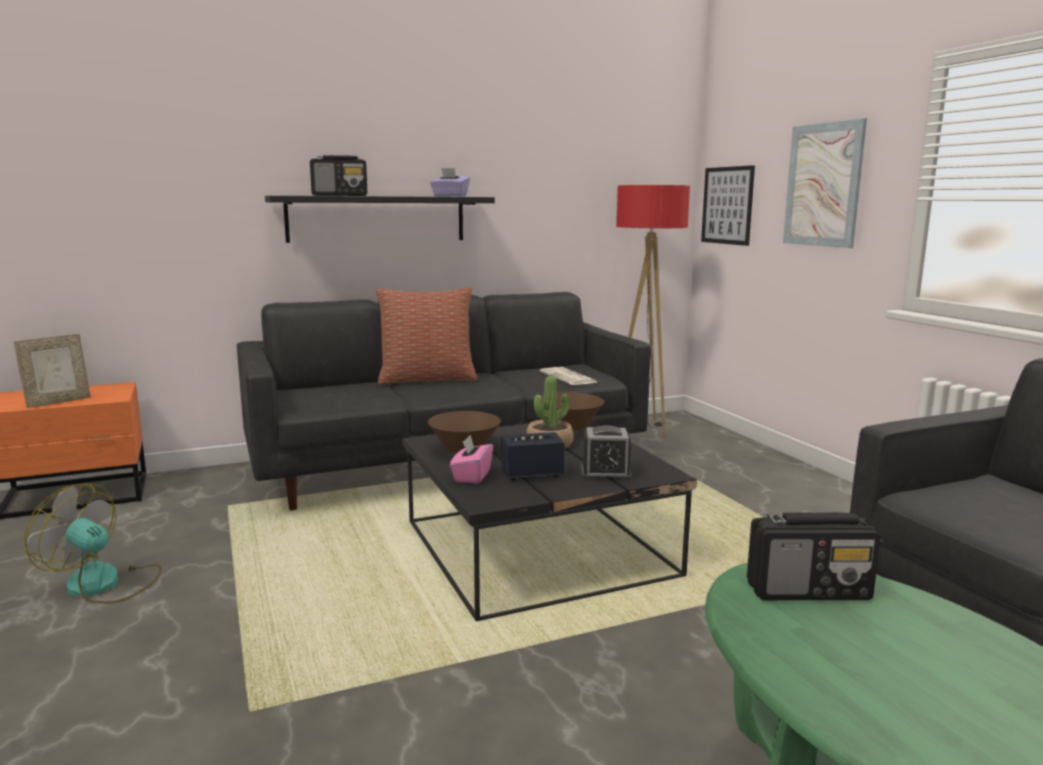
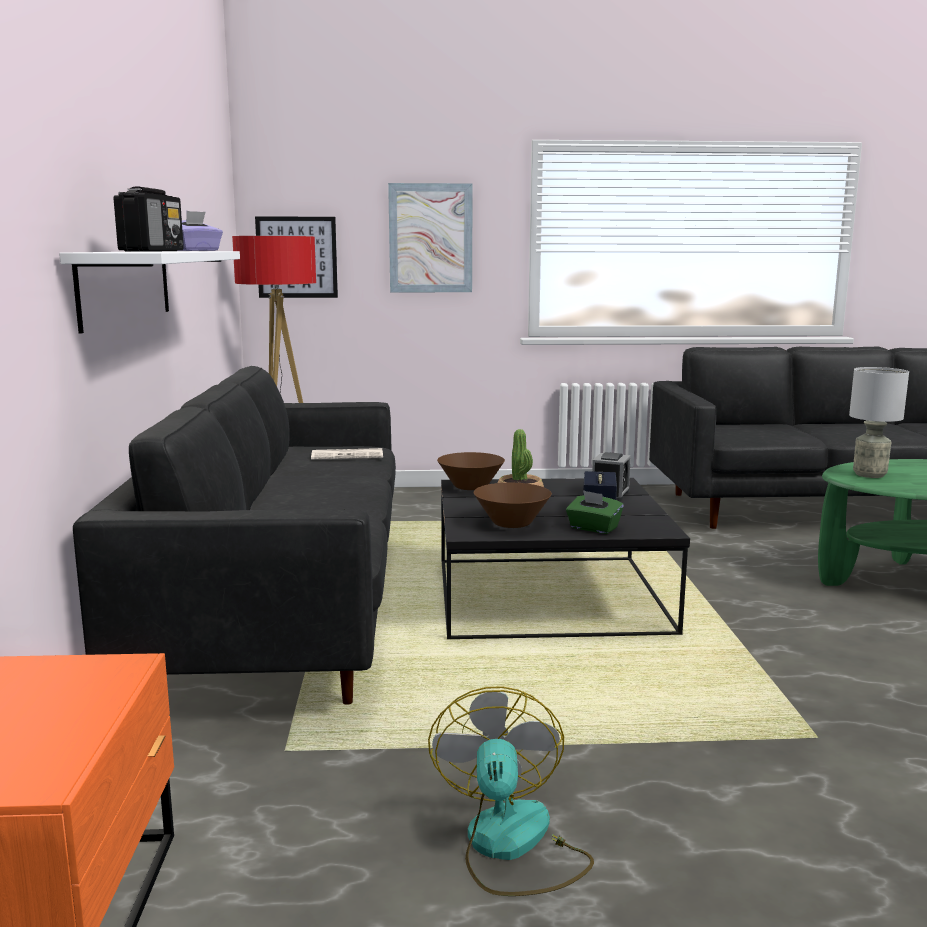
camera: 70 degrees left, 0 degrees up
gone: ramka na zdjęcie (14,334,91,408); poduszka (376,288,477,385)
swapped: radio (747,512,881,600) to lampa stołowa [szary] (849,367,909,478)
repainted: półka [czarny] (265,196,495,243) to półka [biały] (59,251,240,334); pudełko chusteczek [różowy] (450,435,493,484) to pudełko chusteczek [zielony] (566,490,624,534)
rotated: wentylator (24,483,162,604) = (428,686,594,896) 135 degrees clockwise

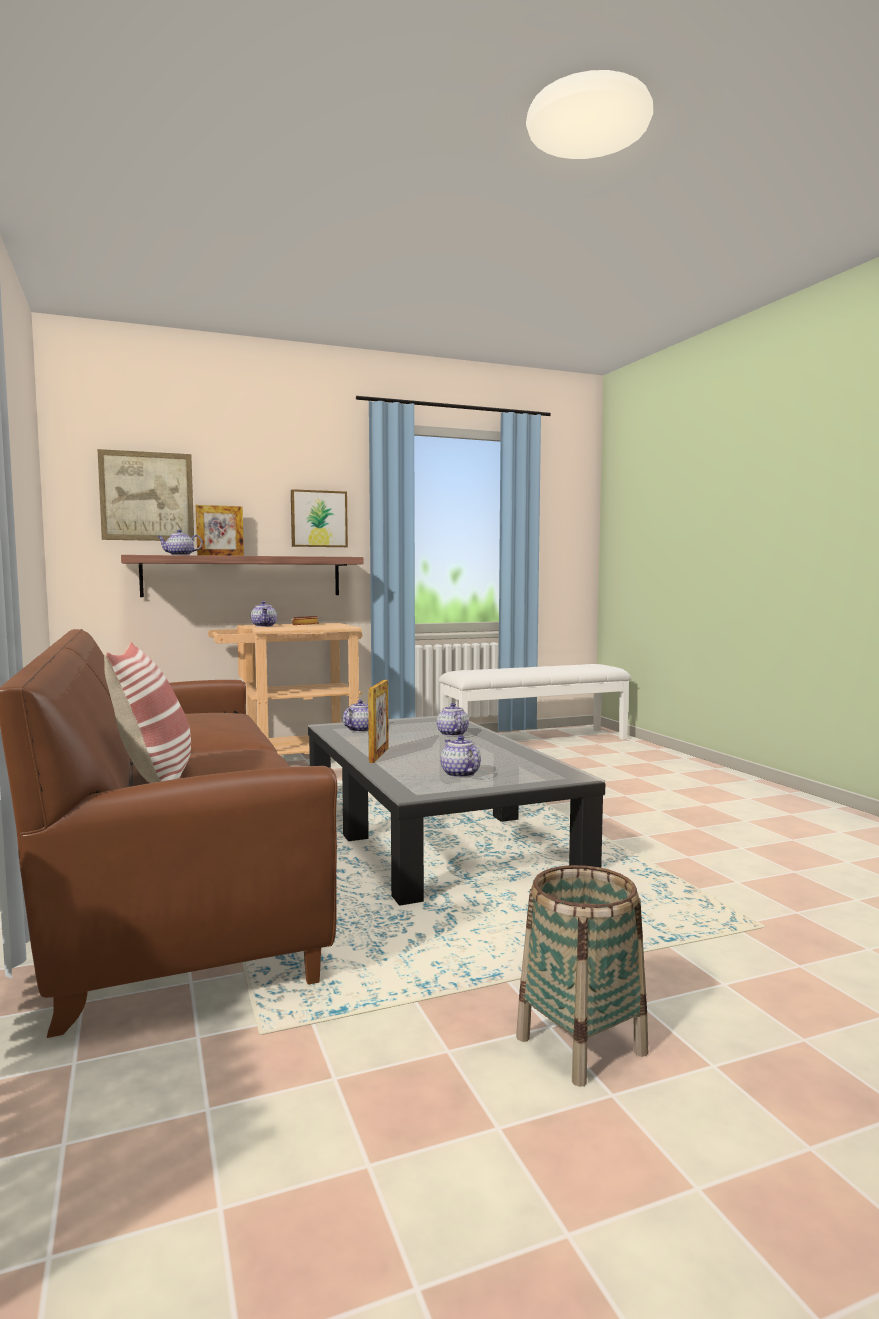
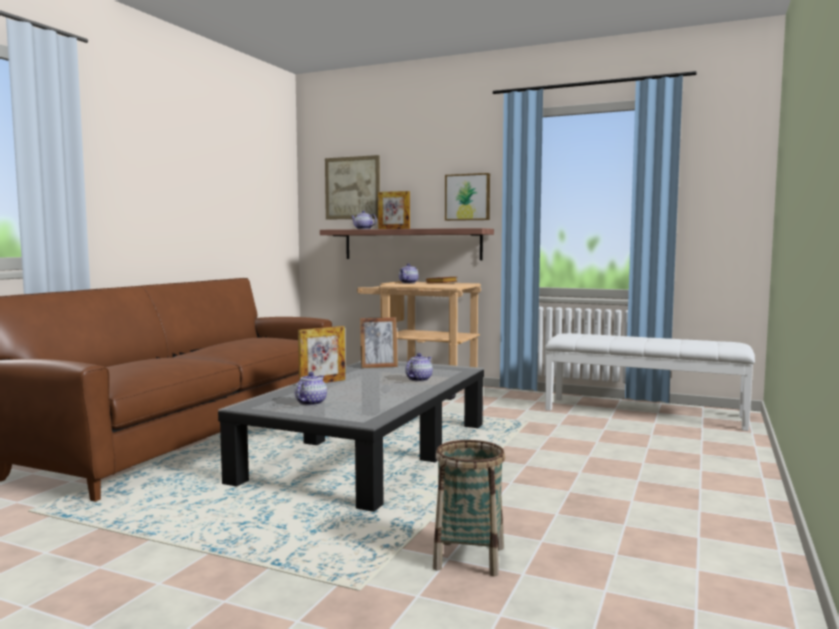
camera: 45 degrees right, 0 degrees up
gone: poduszka (104,642,191,783)
shifted: koszyk (516,865,648,1087) to (433,440,505,576)
swapped: imbryk (343,700,369,732) to ramka na zdjęcie (360,317,398,368)

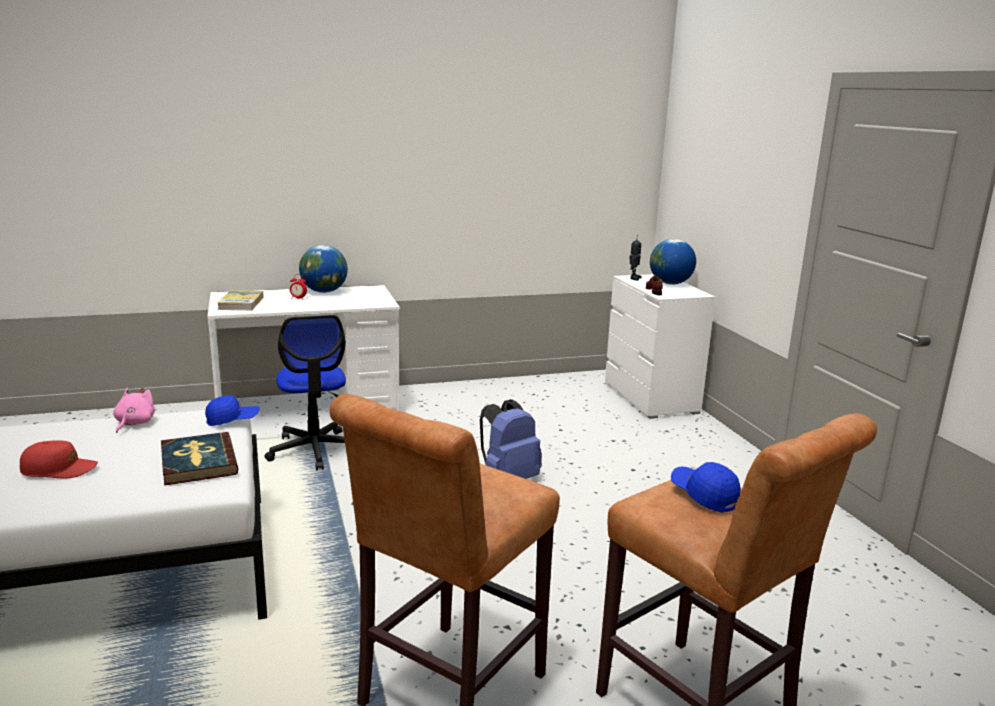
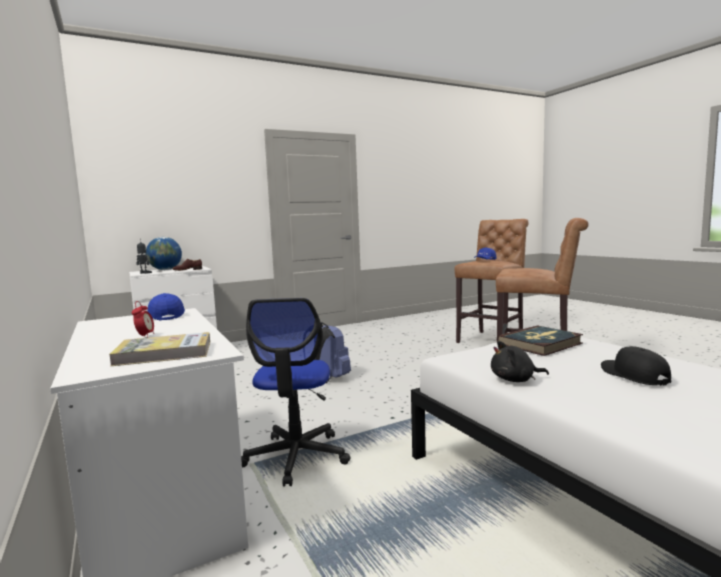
camera: 100 degrees left, 10 degrees down
gone: globus (299,245,348,293)
shifted: czapka z daszkiem [niebieski] (205,395,260,426) to (148,293,185,321)
repainted: pluszak [różowy] (113,388,155,433) to pluszak [czarny] (491,341,549,382); czapka z daszkiem [czerwony] (20,440,98,479) to czapka z daszkiem [czarny] (601,346,671,386)
rotated: krzesło biurowe (264,315,346,470) = (241,298,351,487) 120 degrees clockwise

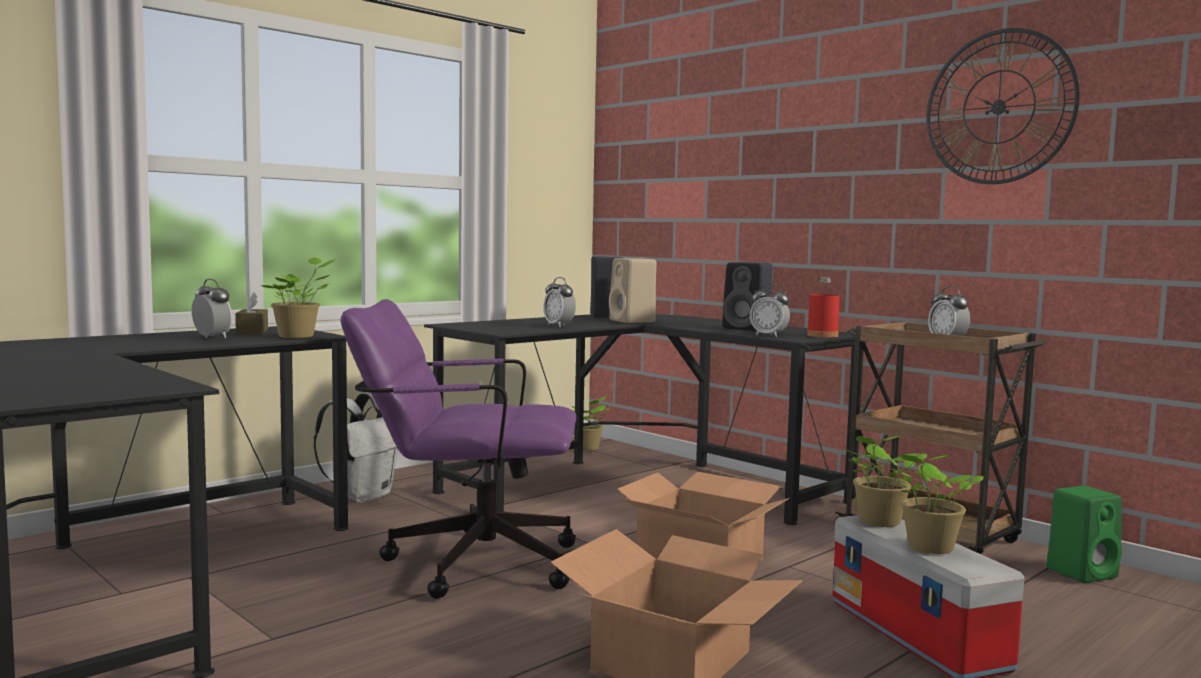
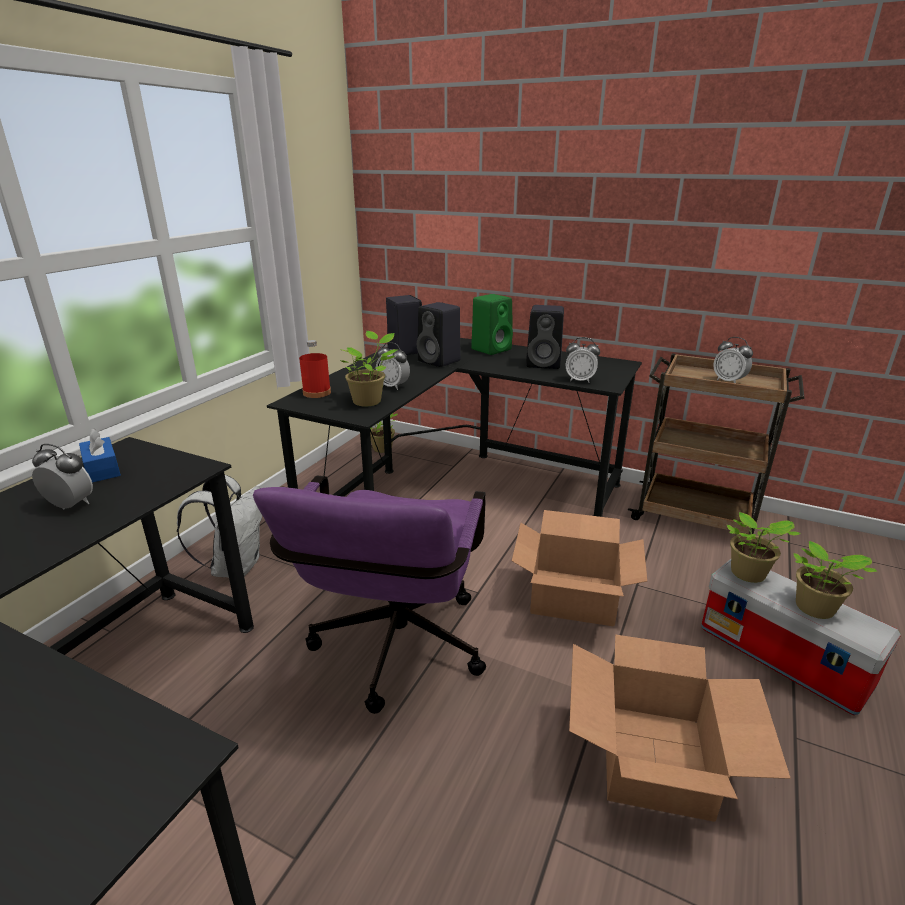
camera: 20 degrees left, 20 degrees up
gone: zegar ścienny (926,28,1080,184)
shifted: butelka [czerwony] (807,277,840,338) to (299,340,331,398); roślina doniczkowa (261,257,336,338) to (340,331,397,407); głośnik [zielony] (1047,486,1122,583) to (471,294,513,355)
repainted: pudełko chusteczek [brązowy] (235,292,268,334) to pudełko chusteczek [niebieski] (79,428,121,483); głośnik [beżowy] (609,258,656,323) to głośnik [czarny] (417,302,461,367)
rotated: krzesło biurowe [fioletowy] (341,299,576,599) = (253,475,486,714) 60 degrees counterclockwise

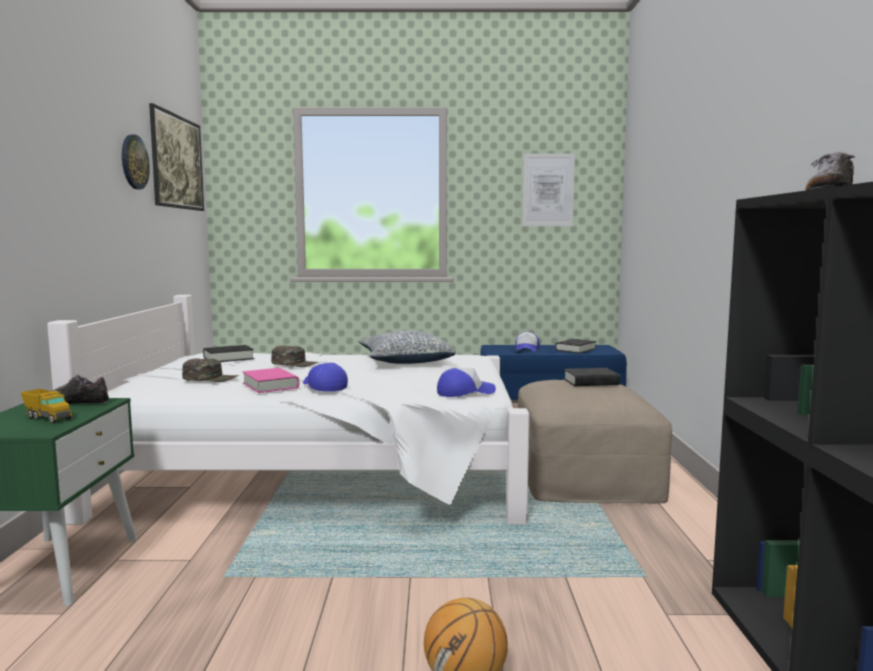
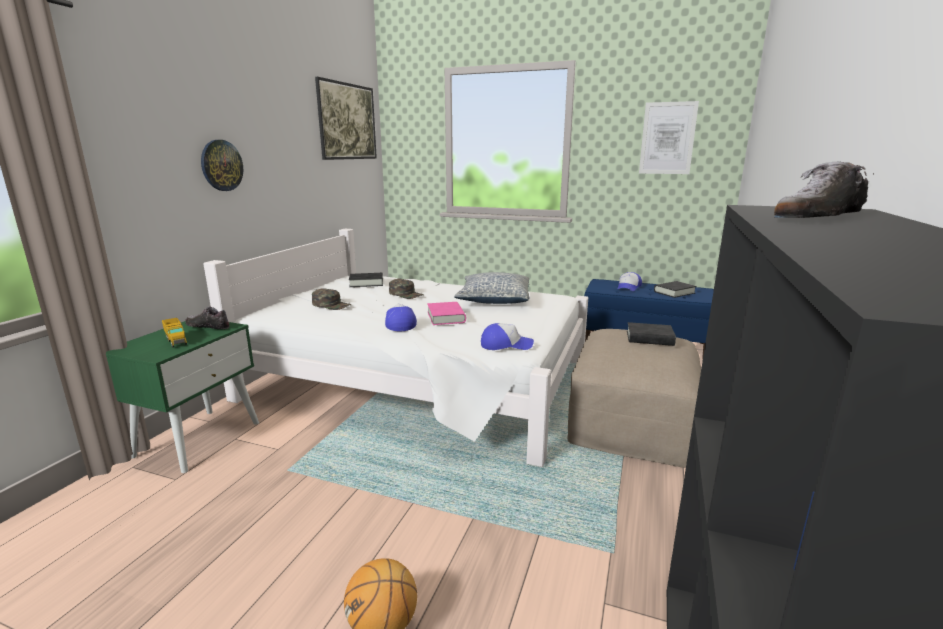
camera: 20 degrees right, 10 degrees up
shifted: zegar ścienny (122,135,150,189) to (201,140,243,191); książka [różowy] (243,368,299,393) to (427,302,466,325)

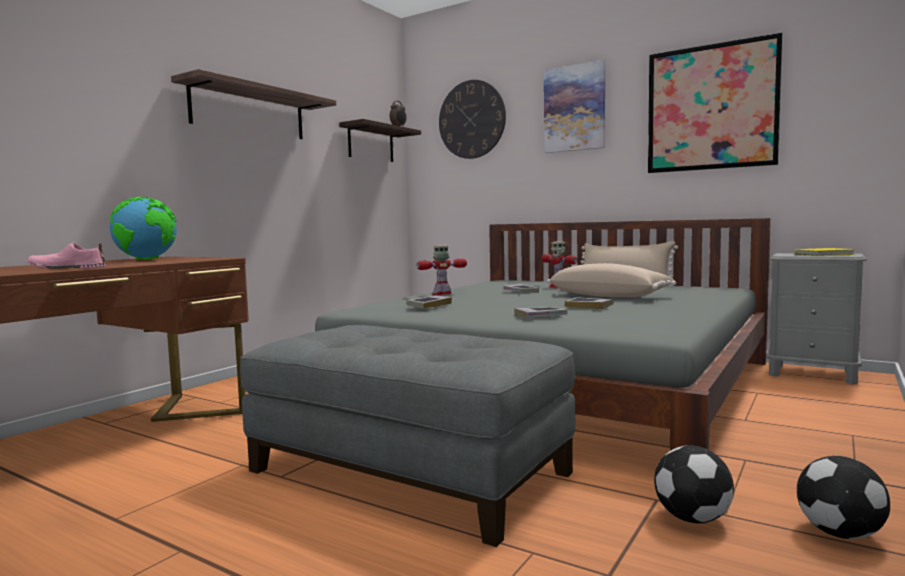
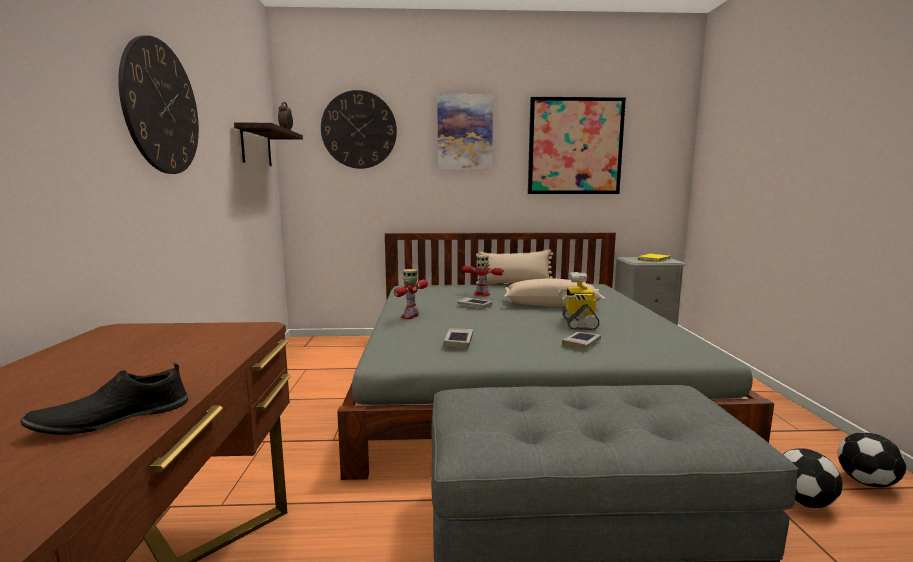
camera: 35 degrees left, 5 degrees up
gone: globus (110,197,177,260)
swapped: półka (171,69,336,139) to zegar ścienny (118,35,199,174); książka (565,297,614,309) to robot zabawkowy (558,272,600,330)
repainted: but [różowy] (27,243,106,269) to but [czarny] (20,363,188,435)

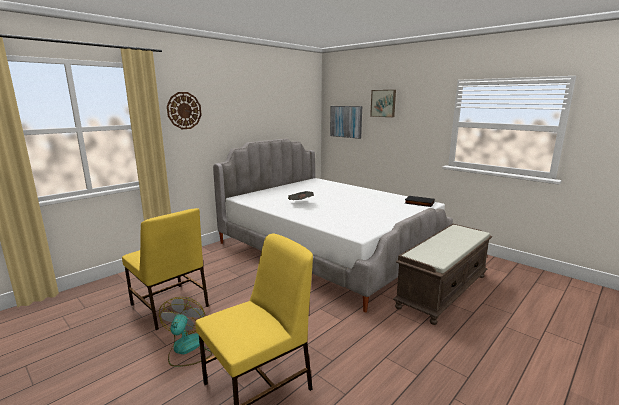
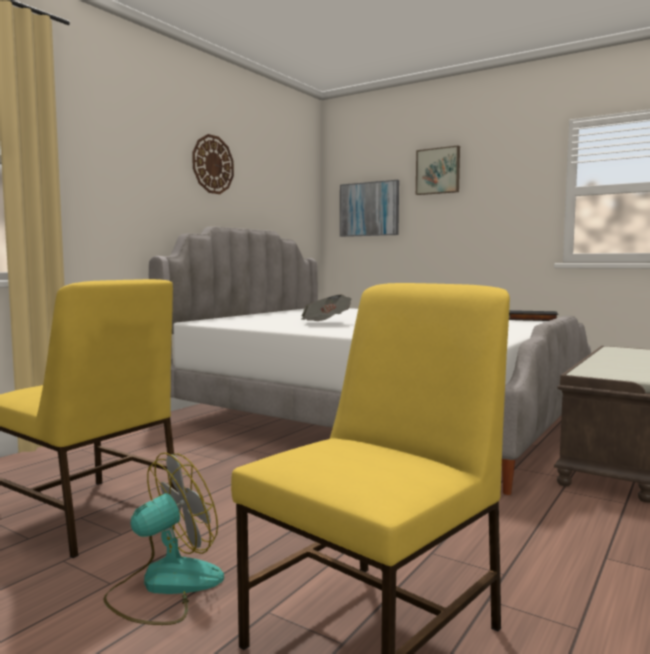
camera: 10 degrees left, 10 degrees down
shifted: zegar ścienny (167,92,201,129) to (192,134,234,194)
rotated: wentylator (159,297,212,367) = (103,453,224,625) 60 degrees clockwise

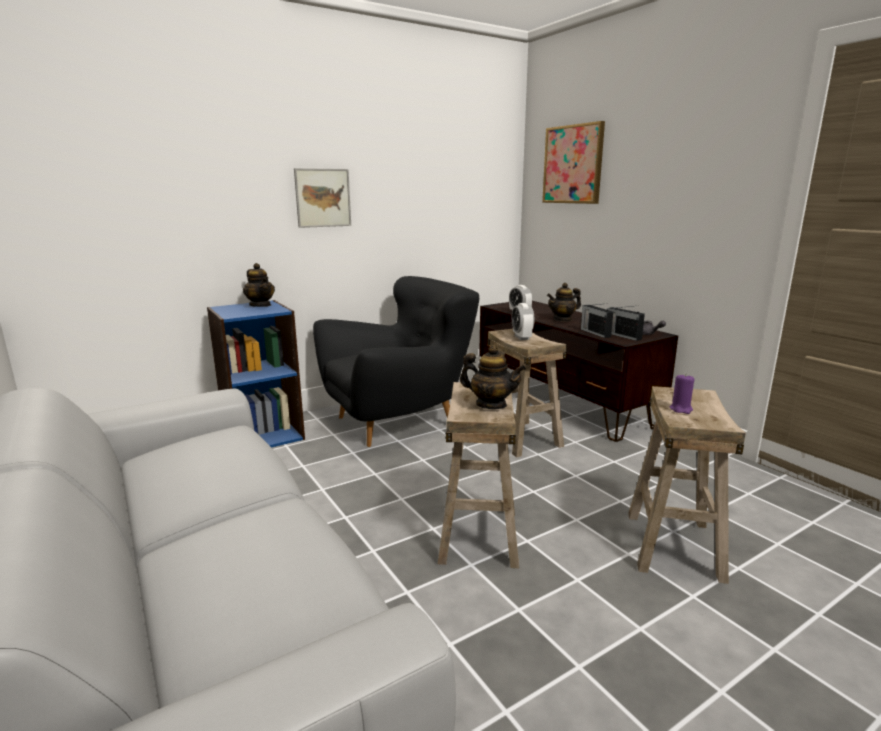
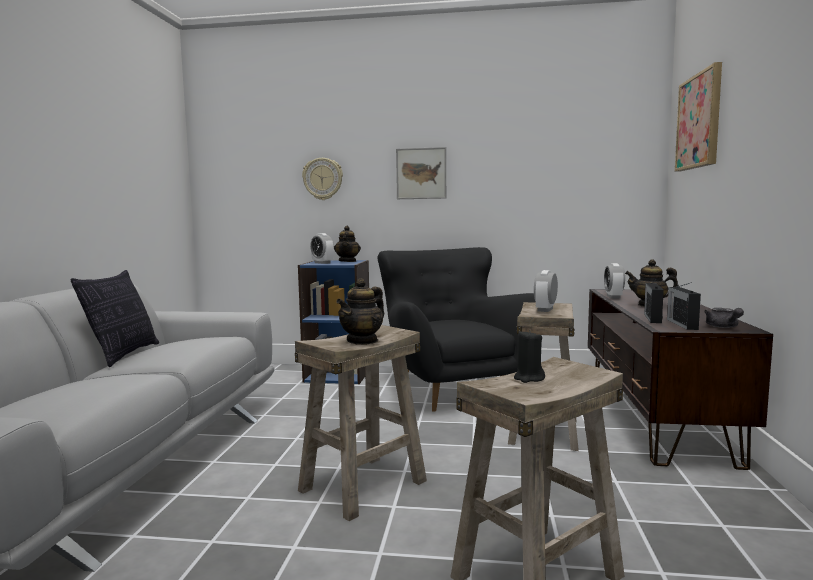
camera: 40 degrees right, 10 degrees down
new: poduszka (71,270,159,367); zegar ścienny (302,158,343,200); budzik (310,233,334,264)
repainted: świeca [fioletowy] (670,374,695,414) to świeca [czarny] (514,329,545,383)
rotated: imbryk (460,345,526,409) = (336,278,384,345) 60 degrees clockwise; fotel [czarny] (313,276,479,447) = (378,247,536,412) 120 degrees counterclockwise

